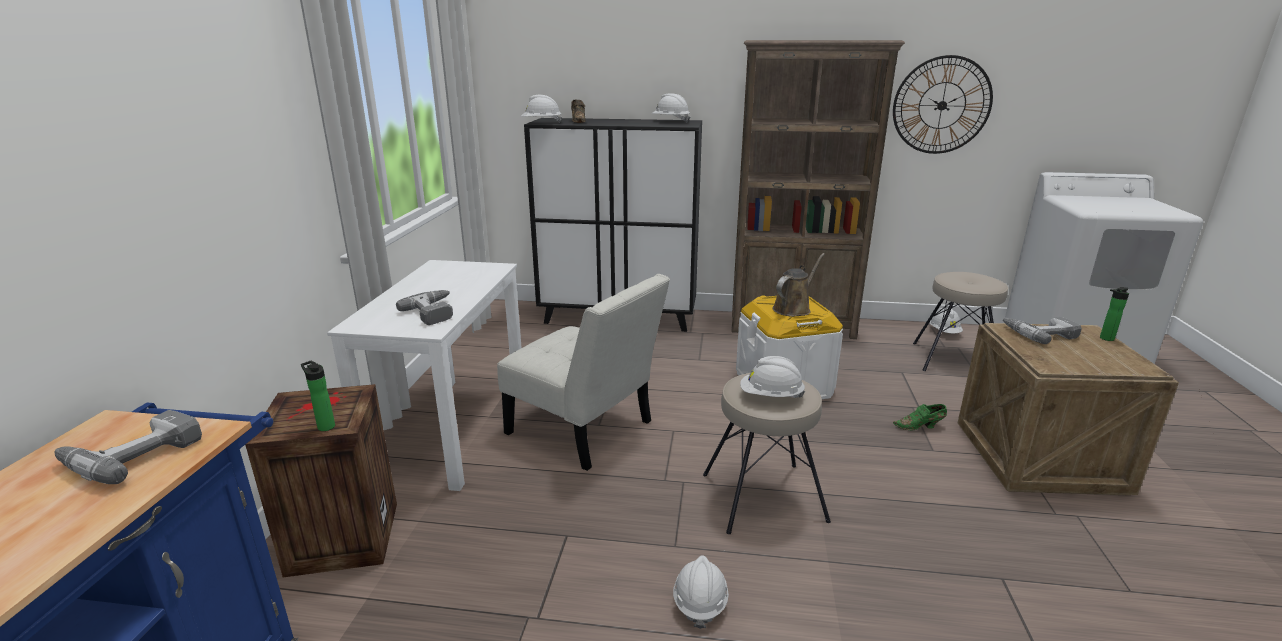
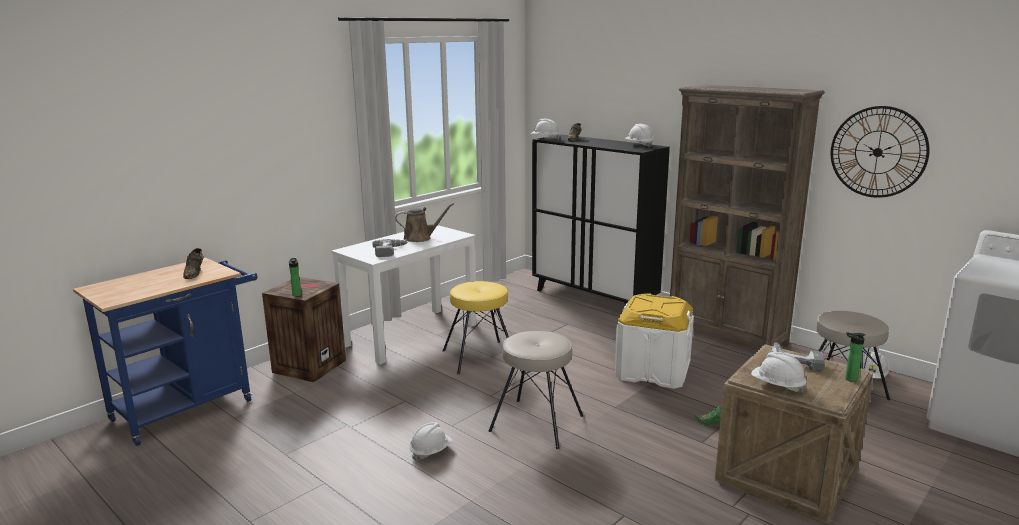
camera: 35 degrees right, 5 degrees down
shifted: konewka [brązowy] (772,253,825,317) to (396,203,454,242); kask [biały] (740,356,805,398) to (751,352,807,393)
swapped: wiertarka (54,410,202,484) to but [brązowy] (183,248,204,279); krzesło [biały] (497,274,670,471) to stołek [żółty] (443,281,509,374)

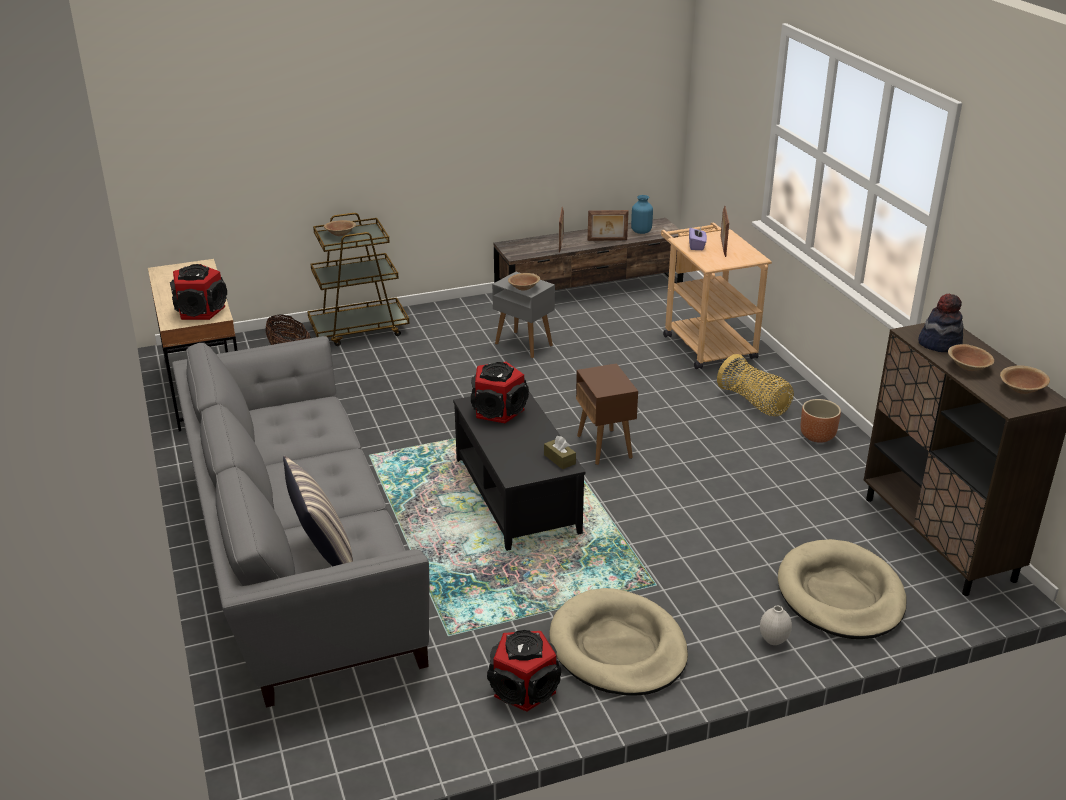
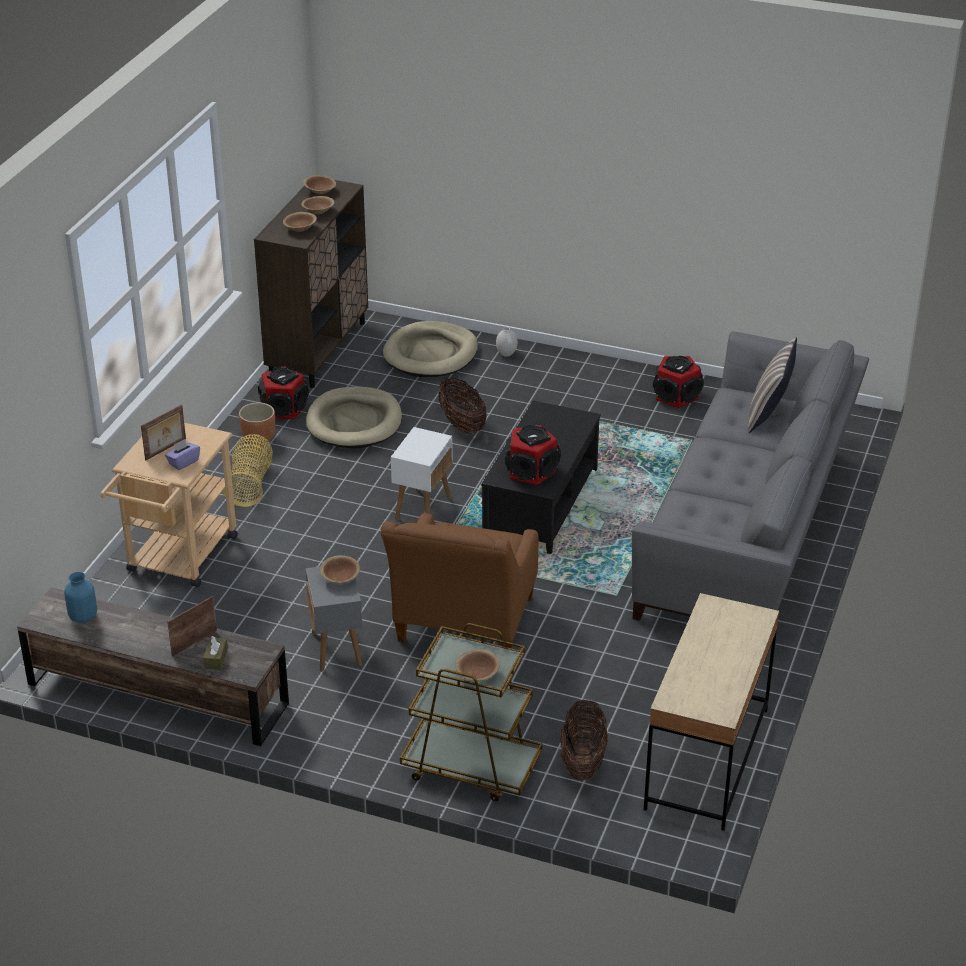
camera: 140 degrees left, 5 degrees up
gone: ramka na zdjęcie (587,210,629,241)
new: fotel [brązowy] (381,513,539,648); koszyk (438,378,486,434)
shifted: pudełko chusteczek [brązowy] (544,436,576,469) to (203,636,228,670); głośnik (170,264,227,320) to (258,366,309,419); legowisko [beżowy] (549,588,688,696) to (306,387,402,449)
swapped: kapelusz (918,294,963,352) to miska [brązowy] (283,212,317,232)
repainted: stolik [brązowy] (576,363,638,465) to stolik [biały] (391,427,453,520)

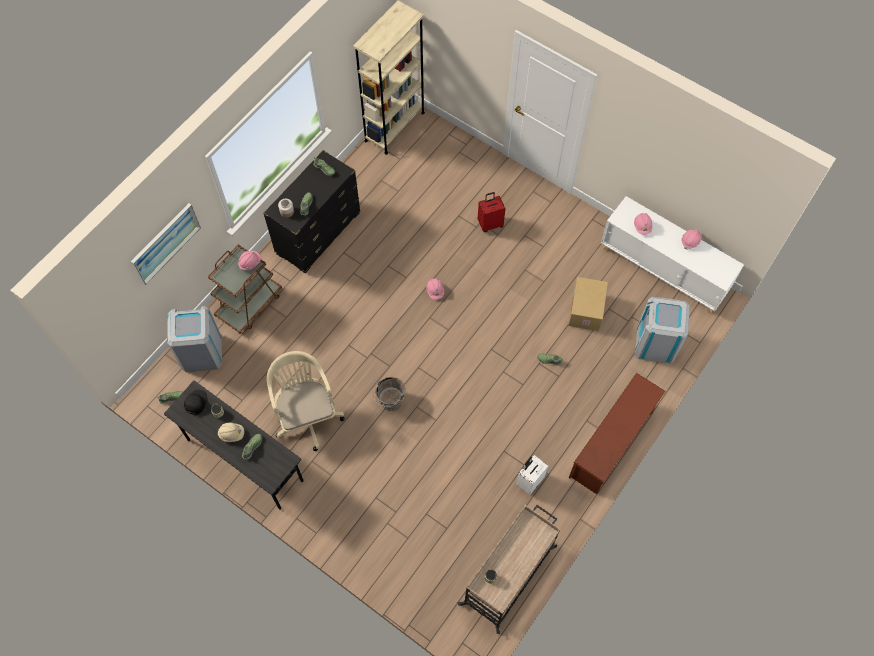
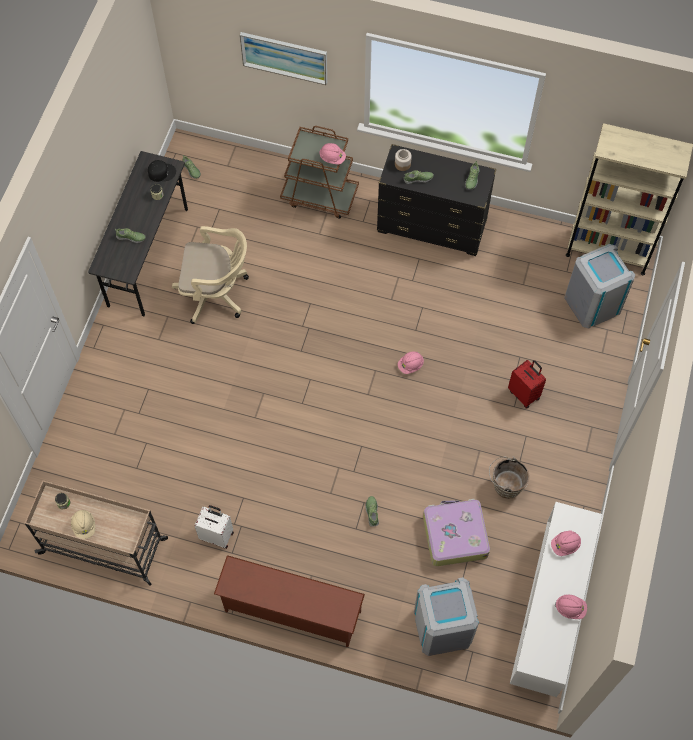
camera: 70 degrees right, 0 degrees up
shifted: kask [beżowy] (218,423,244,442) to (71,510,95,539); wiadro [brązowy] (373,376,406,411) to (489,456,530,499); kosz na śmieci [szary] (167,306,222,372) to (564,244,635,328)
swapped: karton (568,277,608,331) to walizka (423,499,490,566)
rotated: krzesło biurowe [beżowy] (267,351,345,451) = (172,226,249,324) 45 degrees clockwise

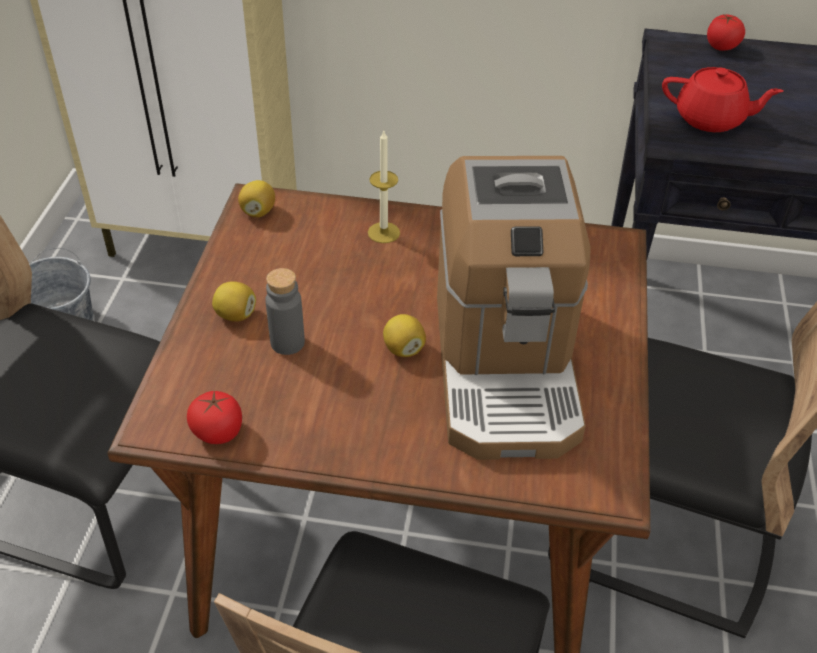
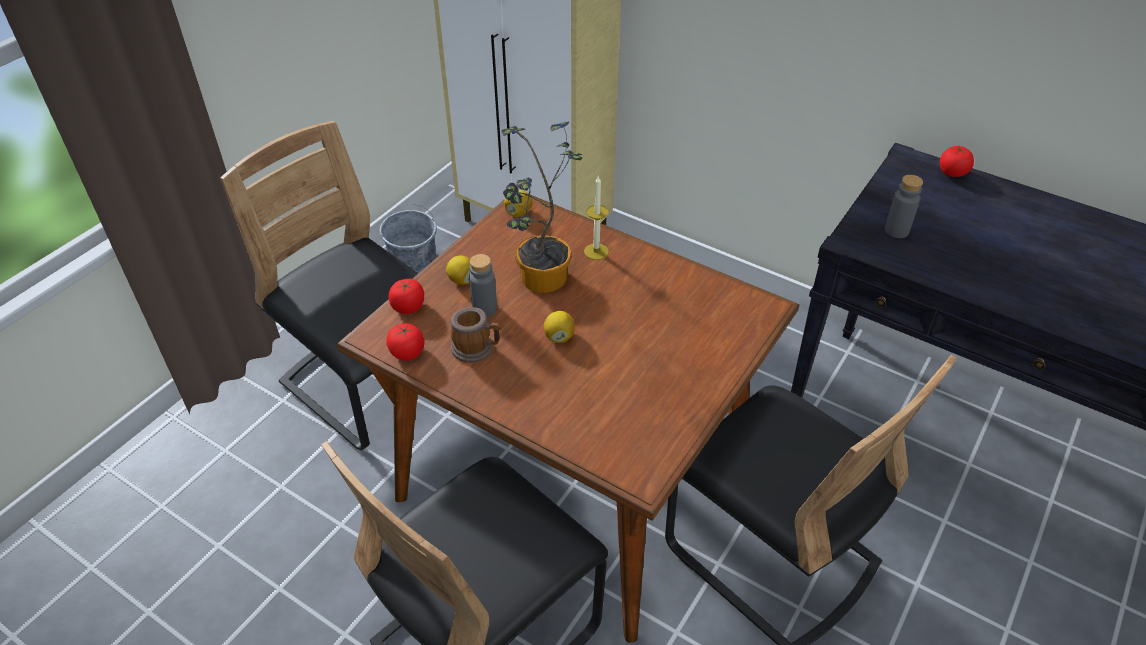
camera: 25 degrees right, 0 degrees up
gone: ekspres do kawy (437,156,590,460)
new: pomidor (389,279,424,314); kubek (451,307,501,363); roślina doniczkowa (502,122,582,293)
swapped: imbryk [czerwony] (662,67,783,132) to butelka [szary] (885,175,923,238)

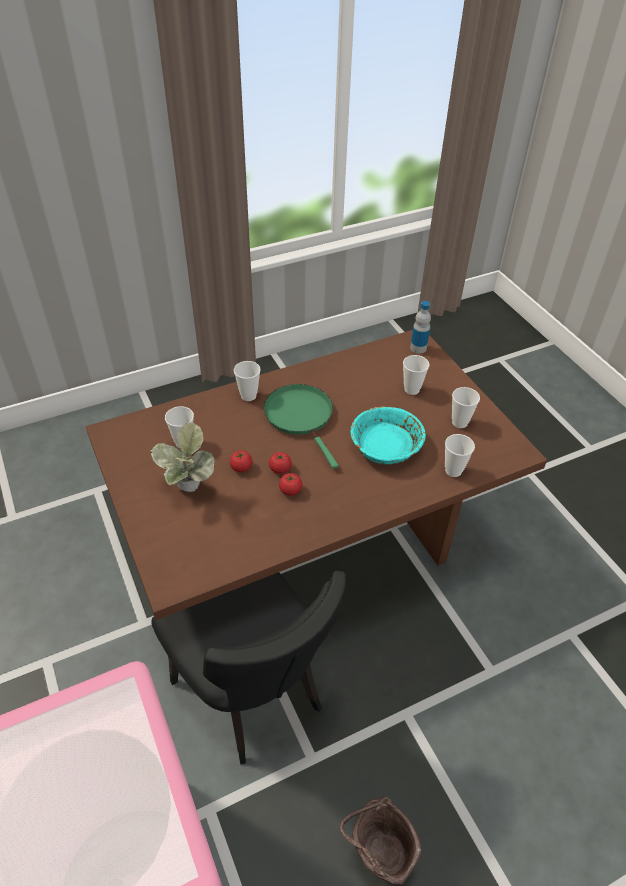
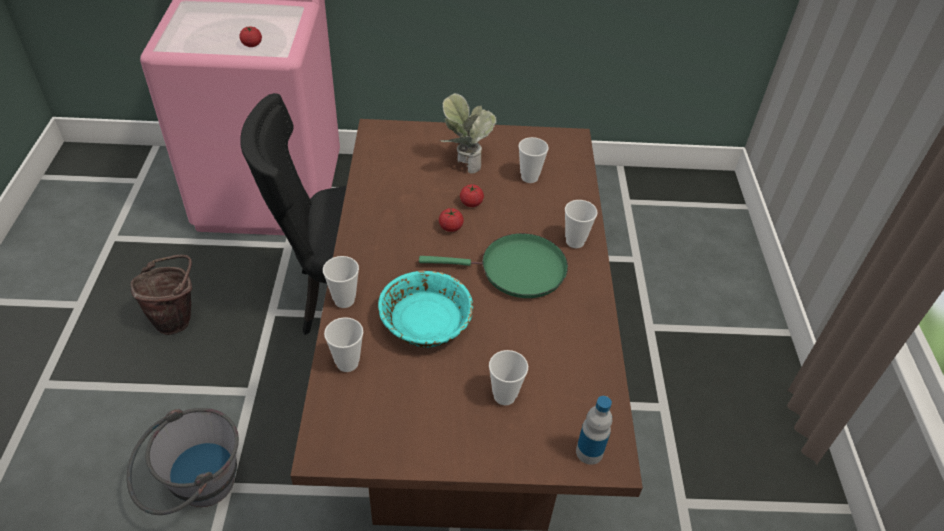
camera: 115 degrees right, 0 degrees up
new: wiadro [szary] (127,408,239,515)
shifted: pomidor (279,473,302,496) to (239,27,262,47); filiżanka (452,387,480,428) to (323,256,359,308)

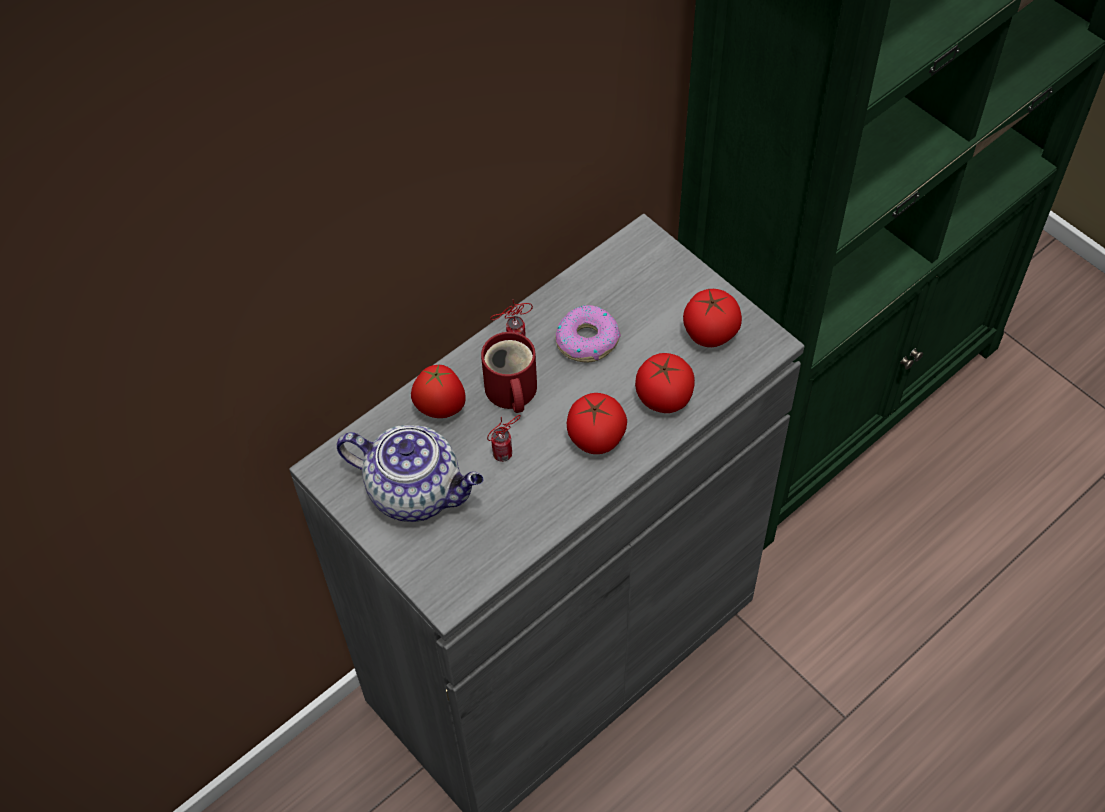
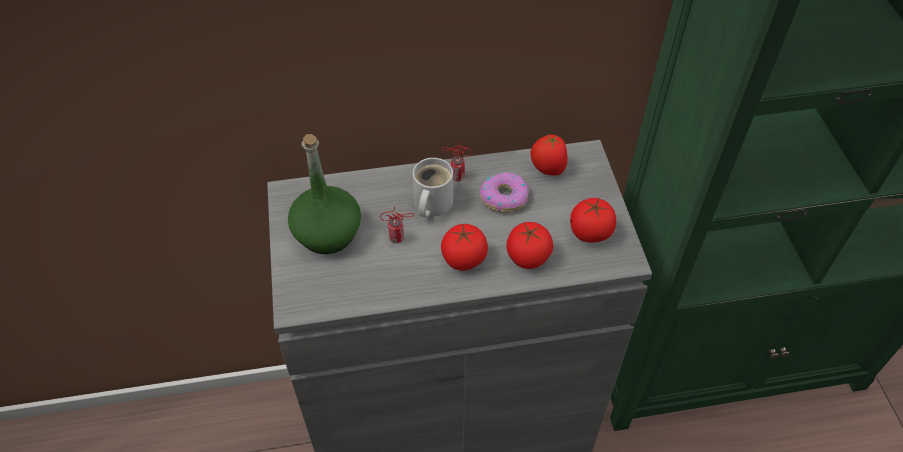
camera: 30 degrees right, 5 degrees down
shifted: pomidor (411,365,466,418) to (531,135,568,176)
swapped: imbryk (336,425,484,522) to butelka [zielony] (288,134,361,254)
repainted: kubek [czerwony] (481,332,537,413) to kubek [biały] (413,158,453,218)

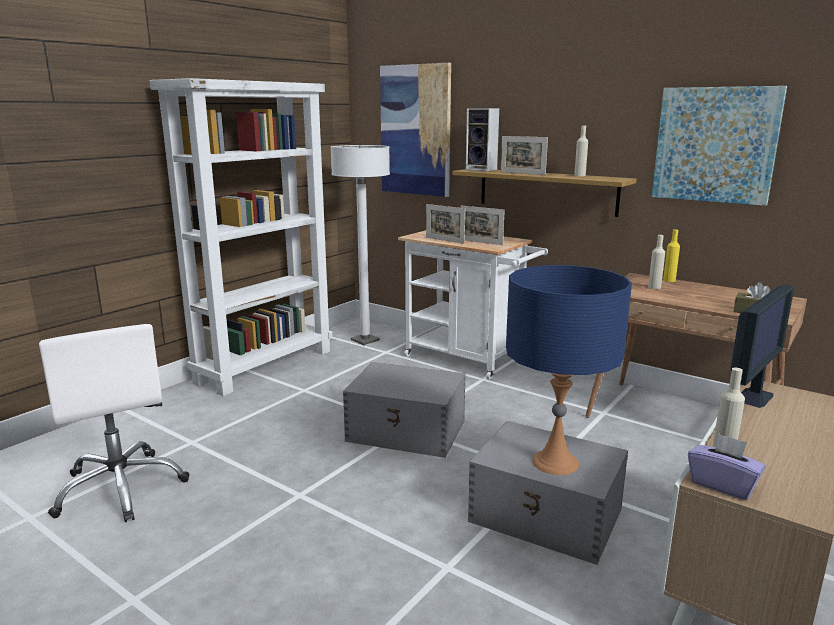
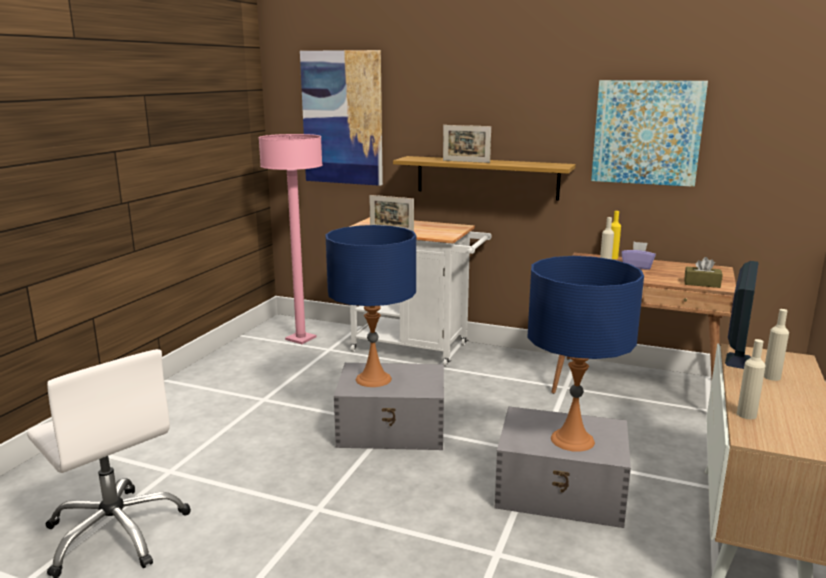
camera: 15 degrees left, 0 degrees up
gone: regał [biały] (150,78,332,396); ramka na zdjęcie (461,206,505,245); głośnik (466,108,499,171)
new: lampa stołowa [niebieski] (326,225,416,387)
shifted: pudełko chusteczek [fioletowy] (688,433,766,500) to (621,241,656,270); butelka [beżowy] (574,125,588,176) to (764,309,789,381)
repainted: lampa stojąca [biały] (331,145,390,345) to lampa stojąca [różowy] (258,134,323,344)

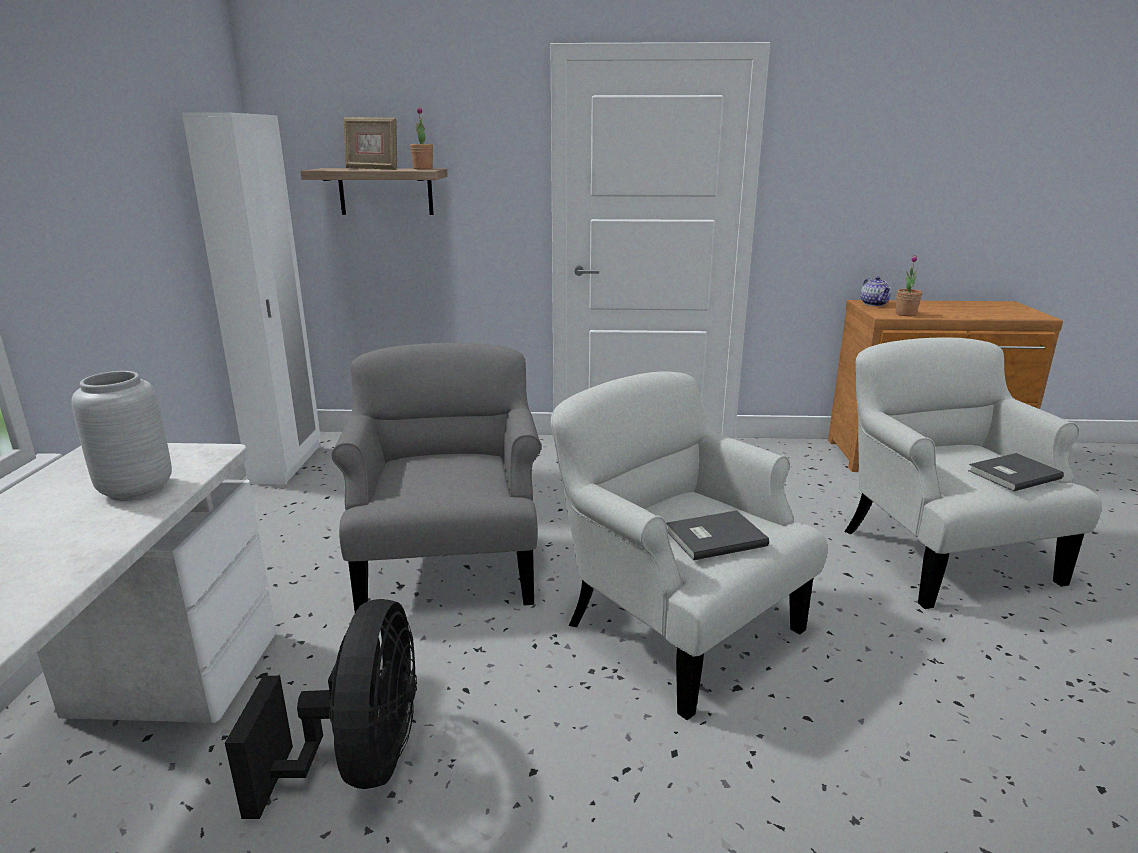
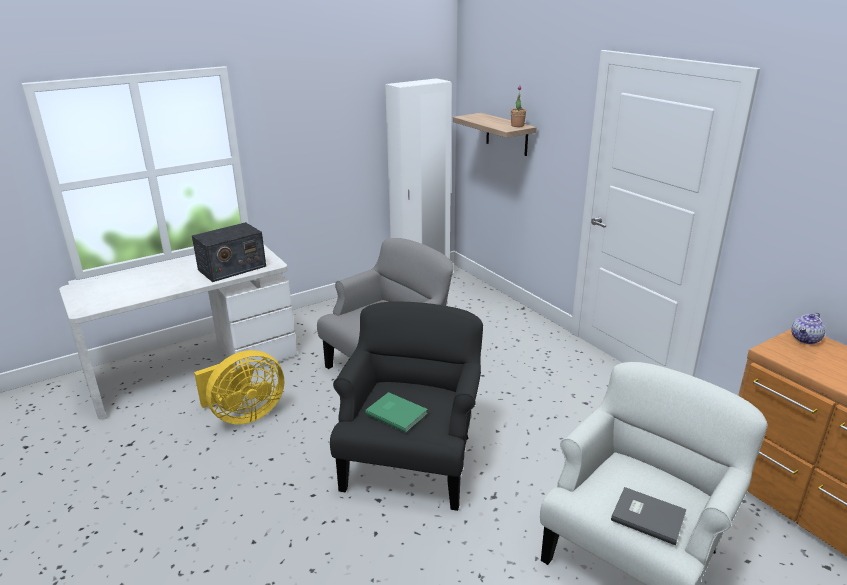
camera: 55 degrees right, 5 degrees up
gone: ramka na zdjęcie (343,117,397,170); roślina doniczkowa (896,255,922,316)
swapped: wazon [szary] (71,371,172,501) to radio (192,222,266,282)
repainted: wentylator [czarny] (225,599,417,819) to wentylator [żółty] (194,350,284,424); fotel [biały] (551,371,828,720) to fotel [czarny] (330,302,483,511); książka [szary] (666,510,769,561) to książka [zielony] (365,392,428,433)

